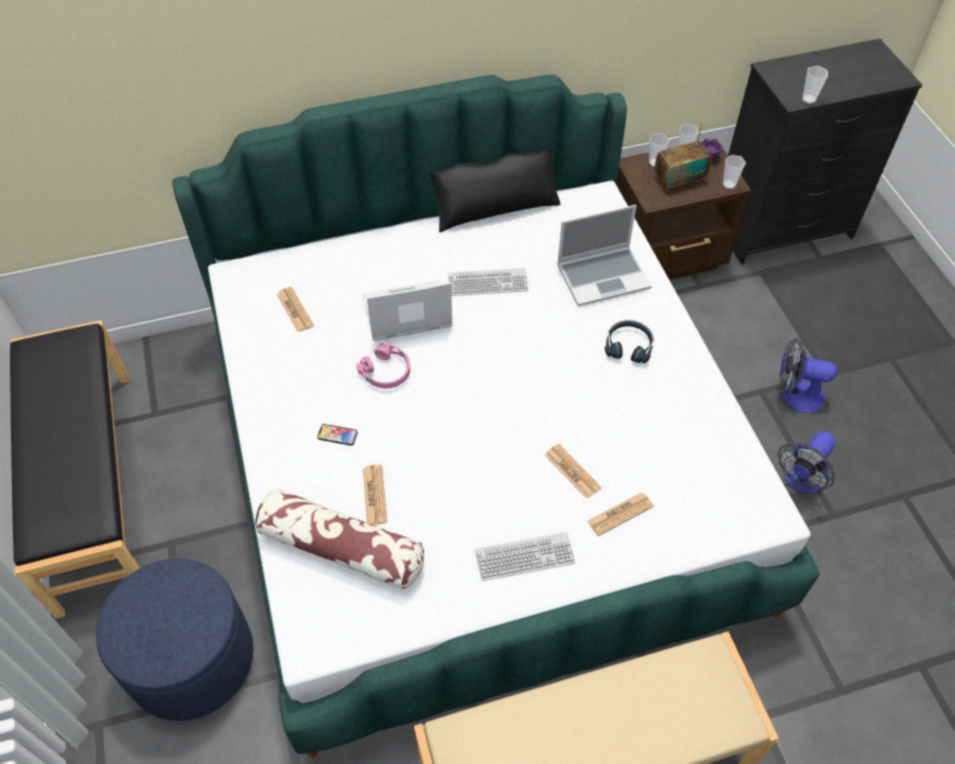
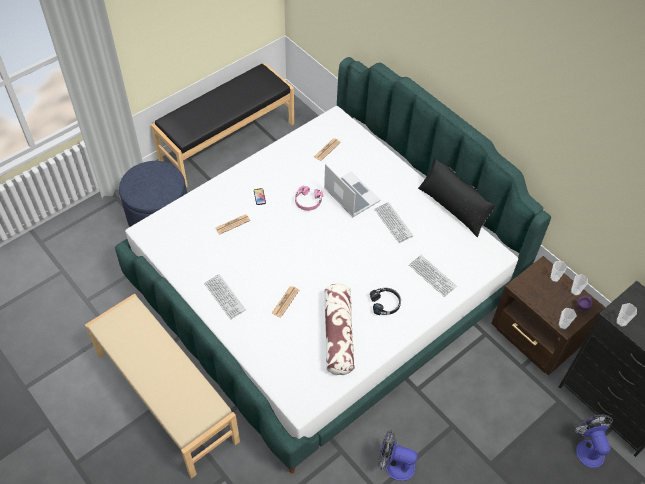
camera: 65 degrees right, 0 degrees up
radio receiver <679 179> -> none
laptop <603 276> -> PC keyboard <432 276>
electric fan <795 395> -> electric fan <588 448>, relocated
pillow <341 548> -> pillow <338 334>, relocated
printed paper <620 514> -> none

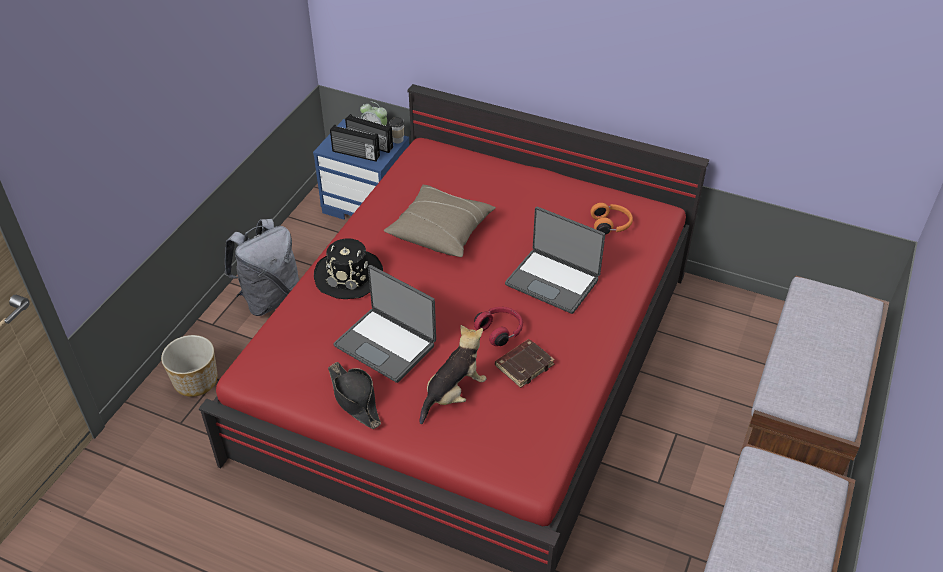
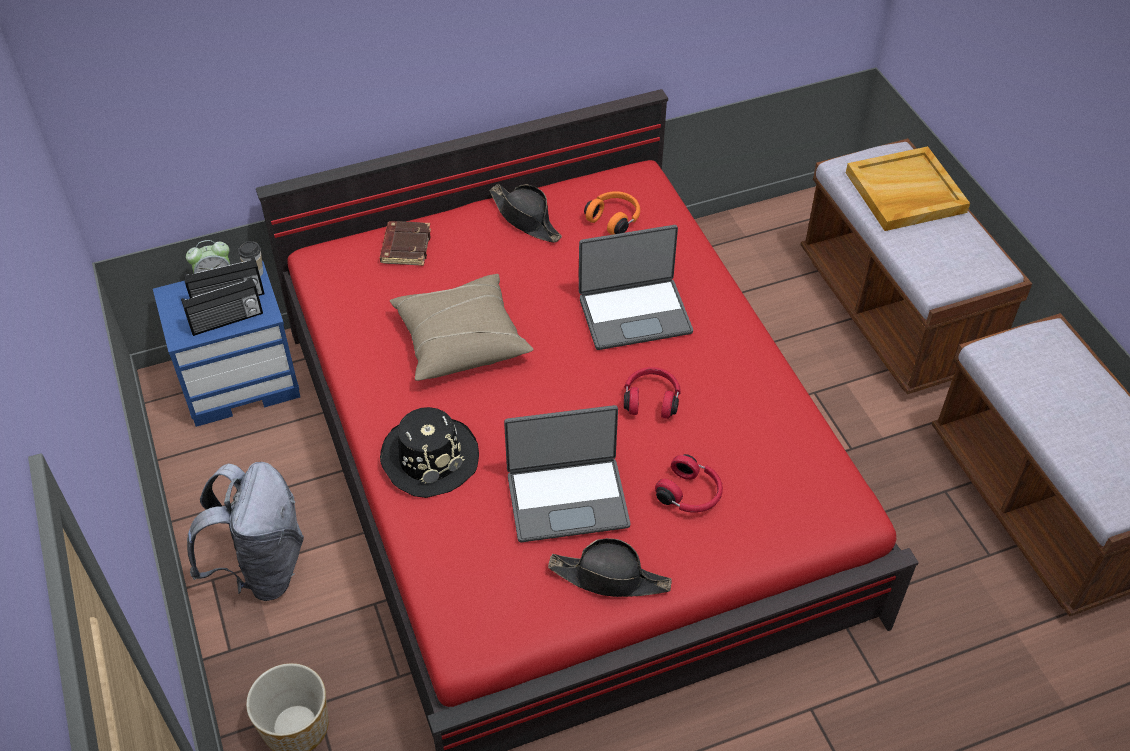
camera: 45 degrees left, 5 degrees up
soft toy <453 393> -> reddish pair of headphones <690 494>
brown-coloured volume <524 365> -> brown-coloured volume <405 246>, relocated
none -> beige-coloured serving tray <905 193>
none -> black-coloured clothing hat <525 219>

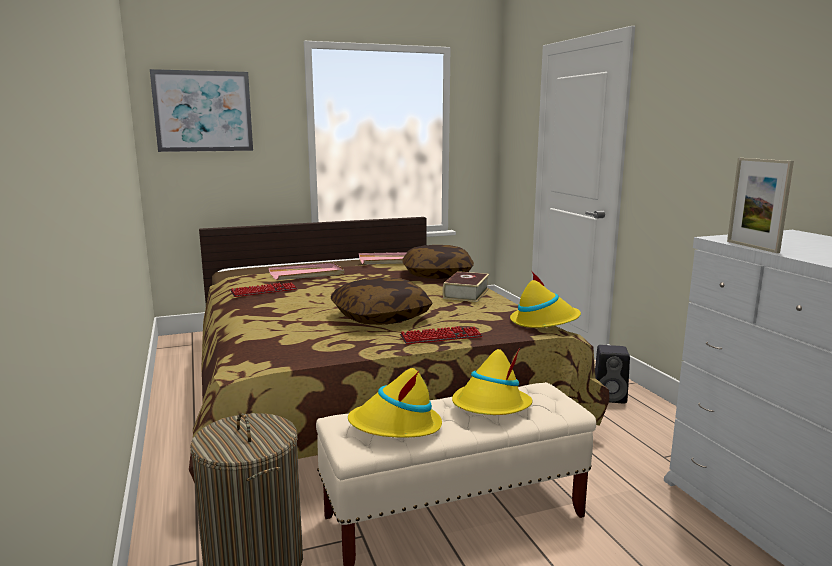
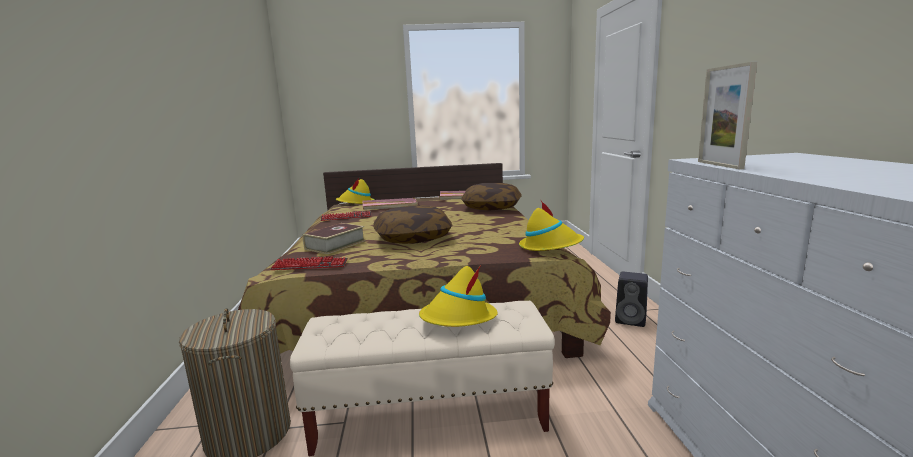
camera: 15 degrees right, 0 degrees up
picture <203 111> -> none
volume <466 293> -> volume <335 245>, relocated
PC keyboard <441 337> -> PC keyboard <310 265>, relocated
yellow clothing hat <395 426> -> yellow clothing hat <356 203>, relocated

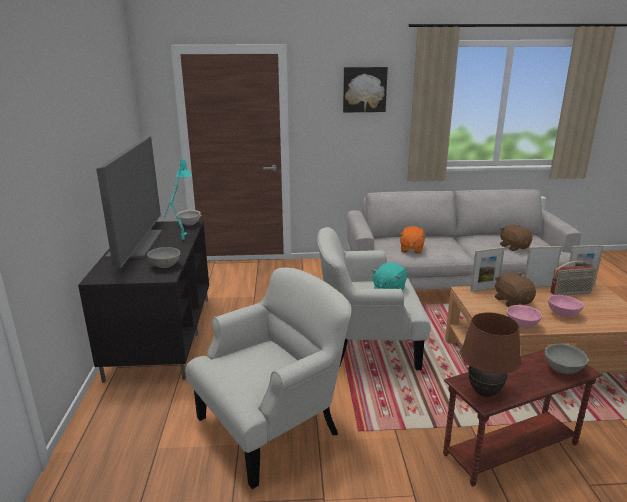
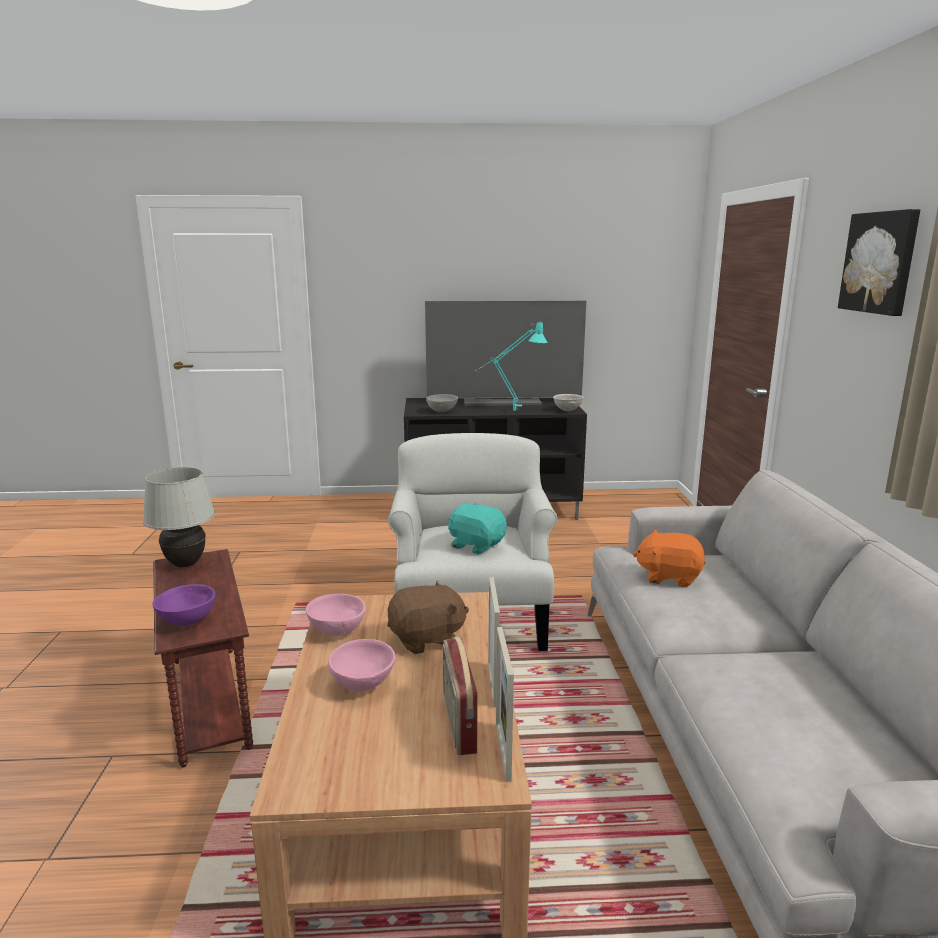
camera: 90 degrees right, 5 degrees down
brown-coloured soft toy <514 247> -> none
picture frame <484 289> -> none
whitish lounge chair <272 425> -> none
brown-coloured table lamp <484 393> -> whitish table lamp <185 564>
gray bowl <563 370> -> purple-coloured bowl <186 621>

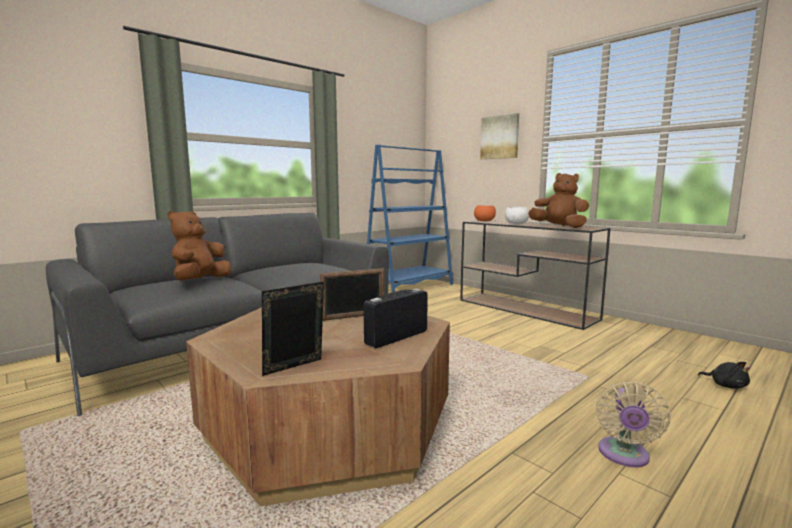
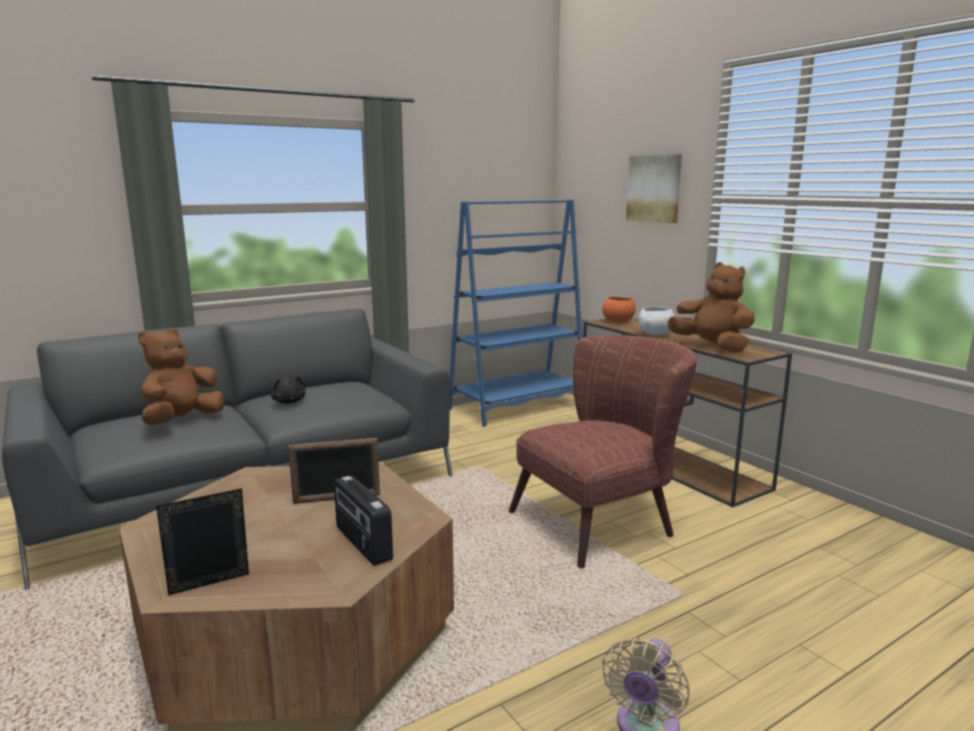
camera: 10 degrees right, 5 degrees up
radio receiver <396 337> -> radio receiver <362 543>, 90 degrees counterclockwise
black-coloured soft toy <726 385> -> black-coloured soft toy <289 402>, relocated
none -> brown-coloured lounge chair <604 521>

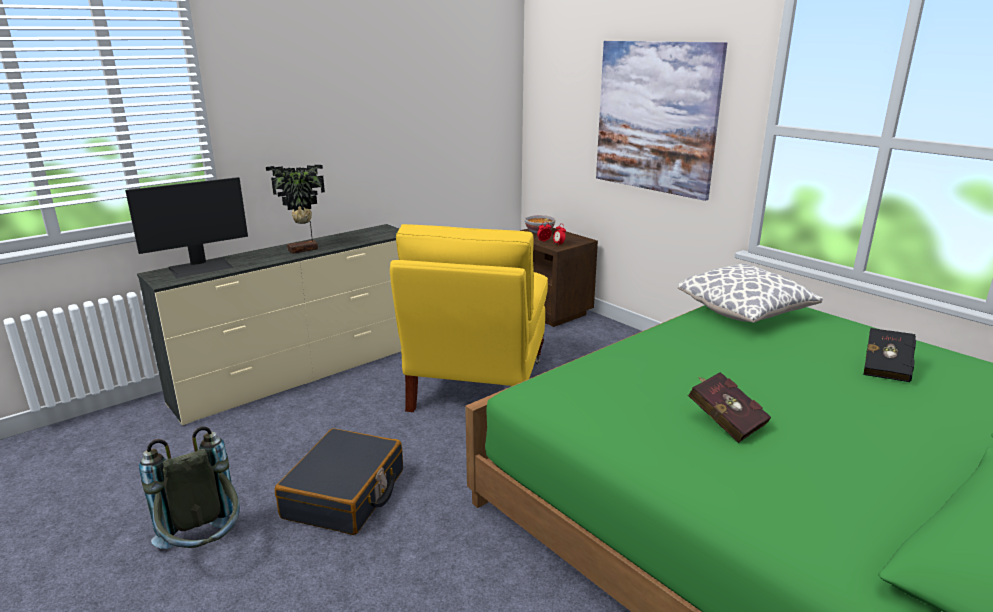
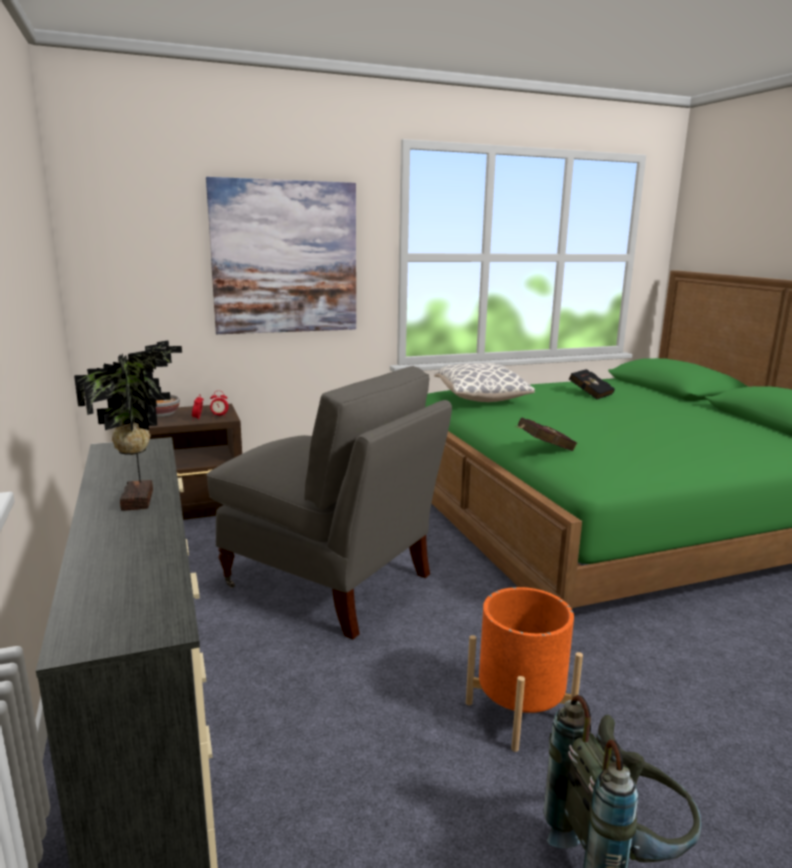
camera: 70 degrees left, 5 degrees down
computer screen <201 267> -> none
yellow lounge chair <477 385> -> gray lounge chair <330 581>
reddish volume <724 421> -> reddish volume <543 448>, relocated
black-coloured travel case <345 494> -> orange-coloured planter <519 712>

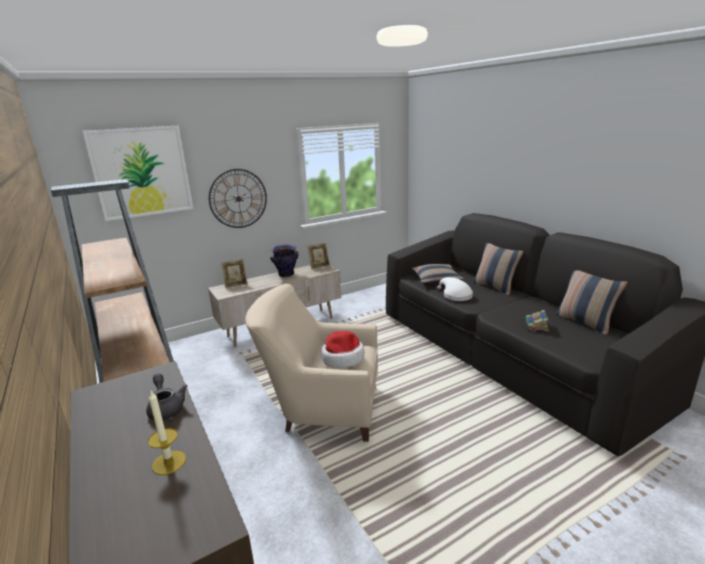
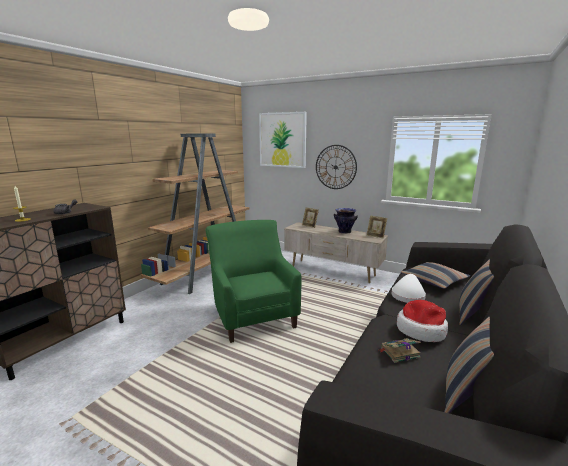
camera: 60 degrees right, 5 degrees down
beige-coloured lounge chair <322 409> -> greenish lounge chair <252 315>
clothing hat <342 358> -> clothing hat <421 330>, relocated

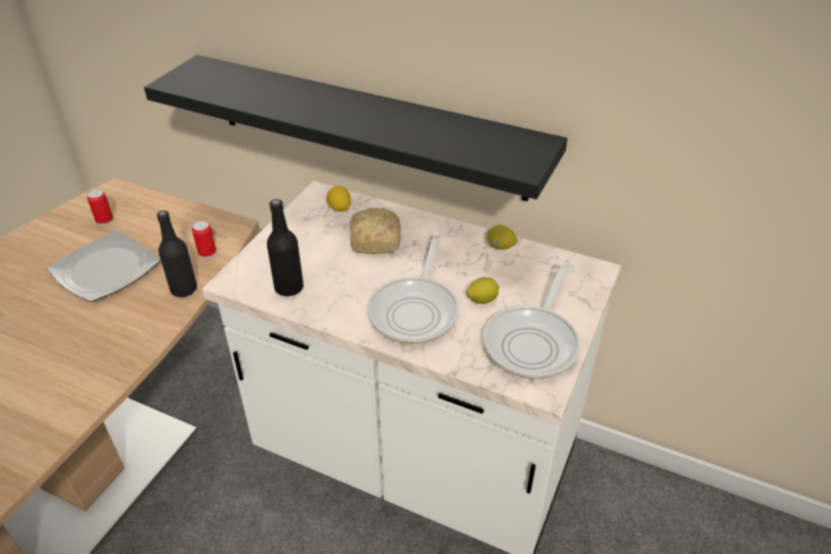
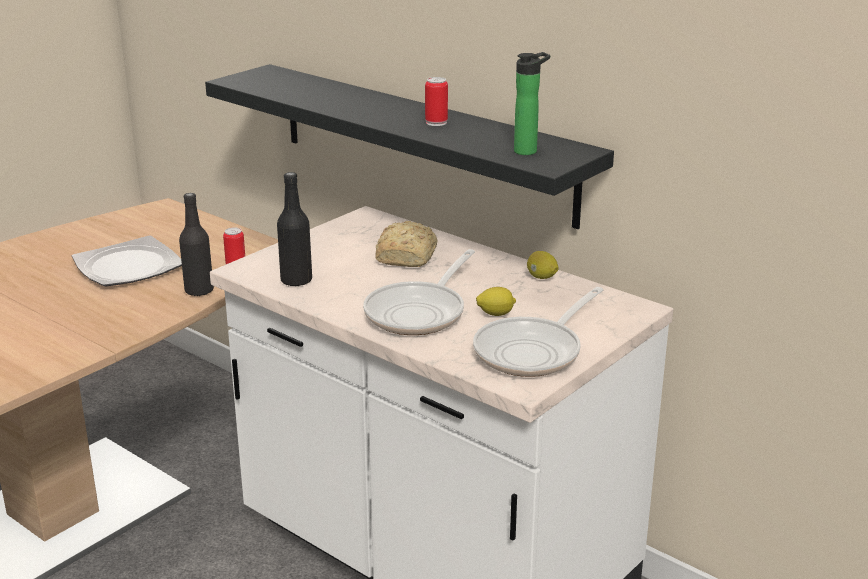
camera: 15 degrees right, 15 degrees down
lemon <339 208> -> none
can <104 220> -> can <436 122>, relocated
none -> drink bottle <528 151>

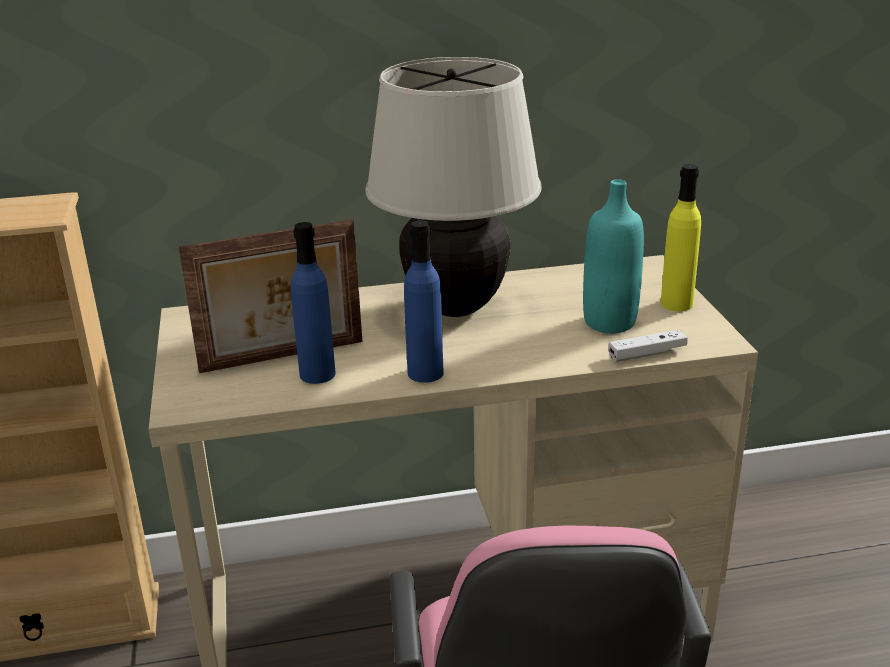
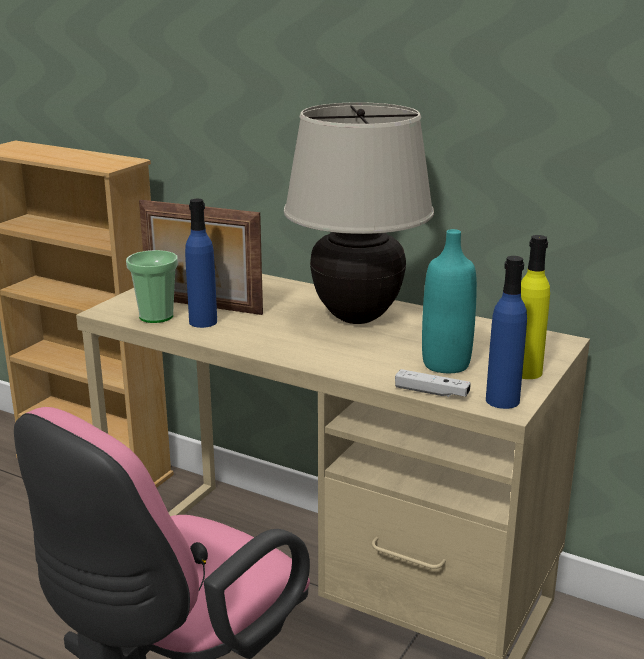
camera: 40 degrees right, 5 degrees down
blue drink bottle <425 373> -> blue drink bottle <502 400>, relocated
none -> drinking cup <156 316>

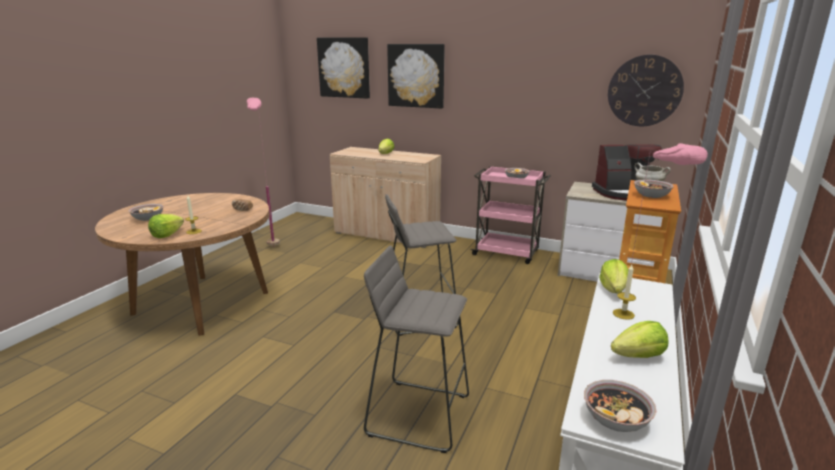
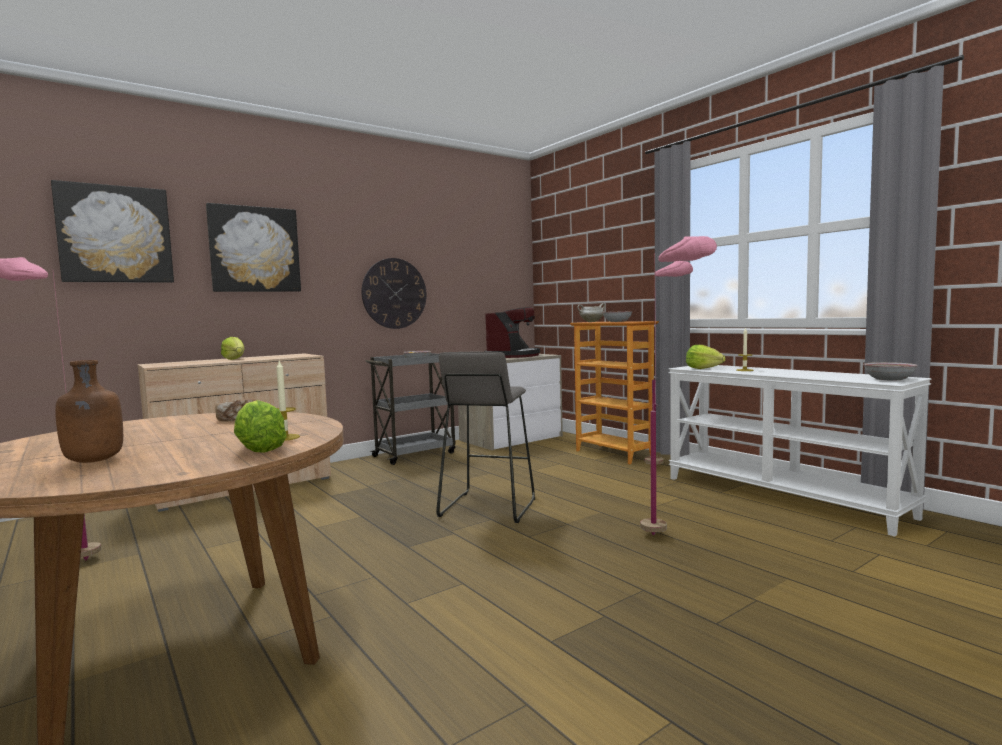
camera: 60 degrees left, 15 degrees down
hanging clock <644 91> -> hanging clock <394 293>, relocated
pinkish wheeled cart <507 253> -> gray wheeled cart <415 454>
bowl <148 218> -> brown-coloured drink bottle <93 461>
gray stool seat <418 414> -> pinkish standing lamp <675 539>
lettuce head <638 356> -> none

